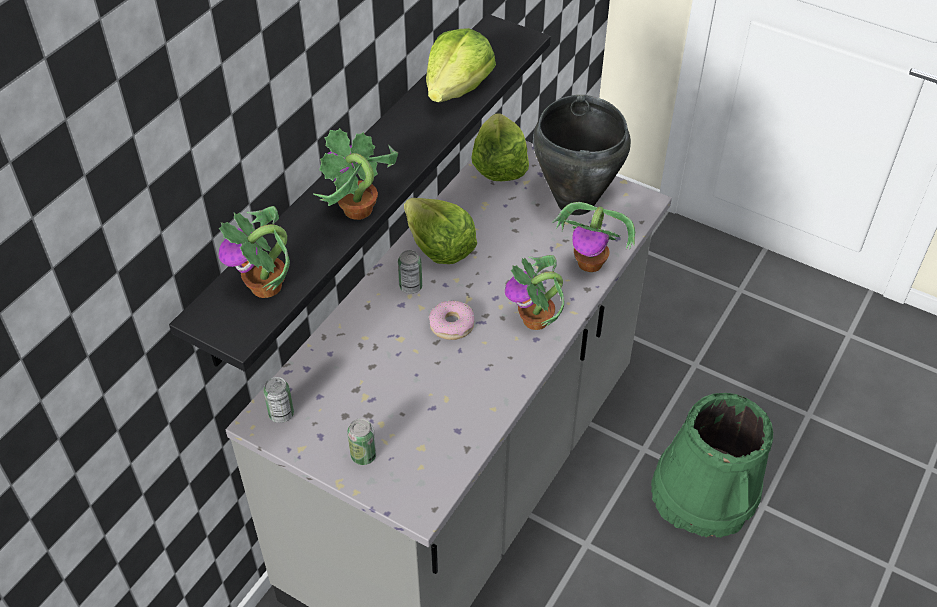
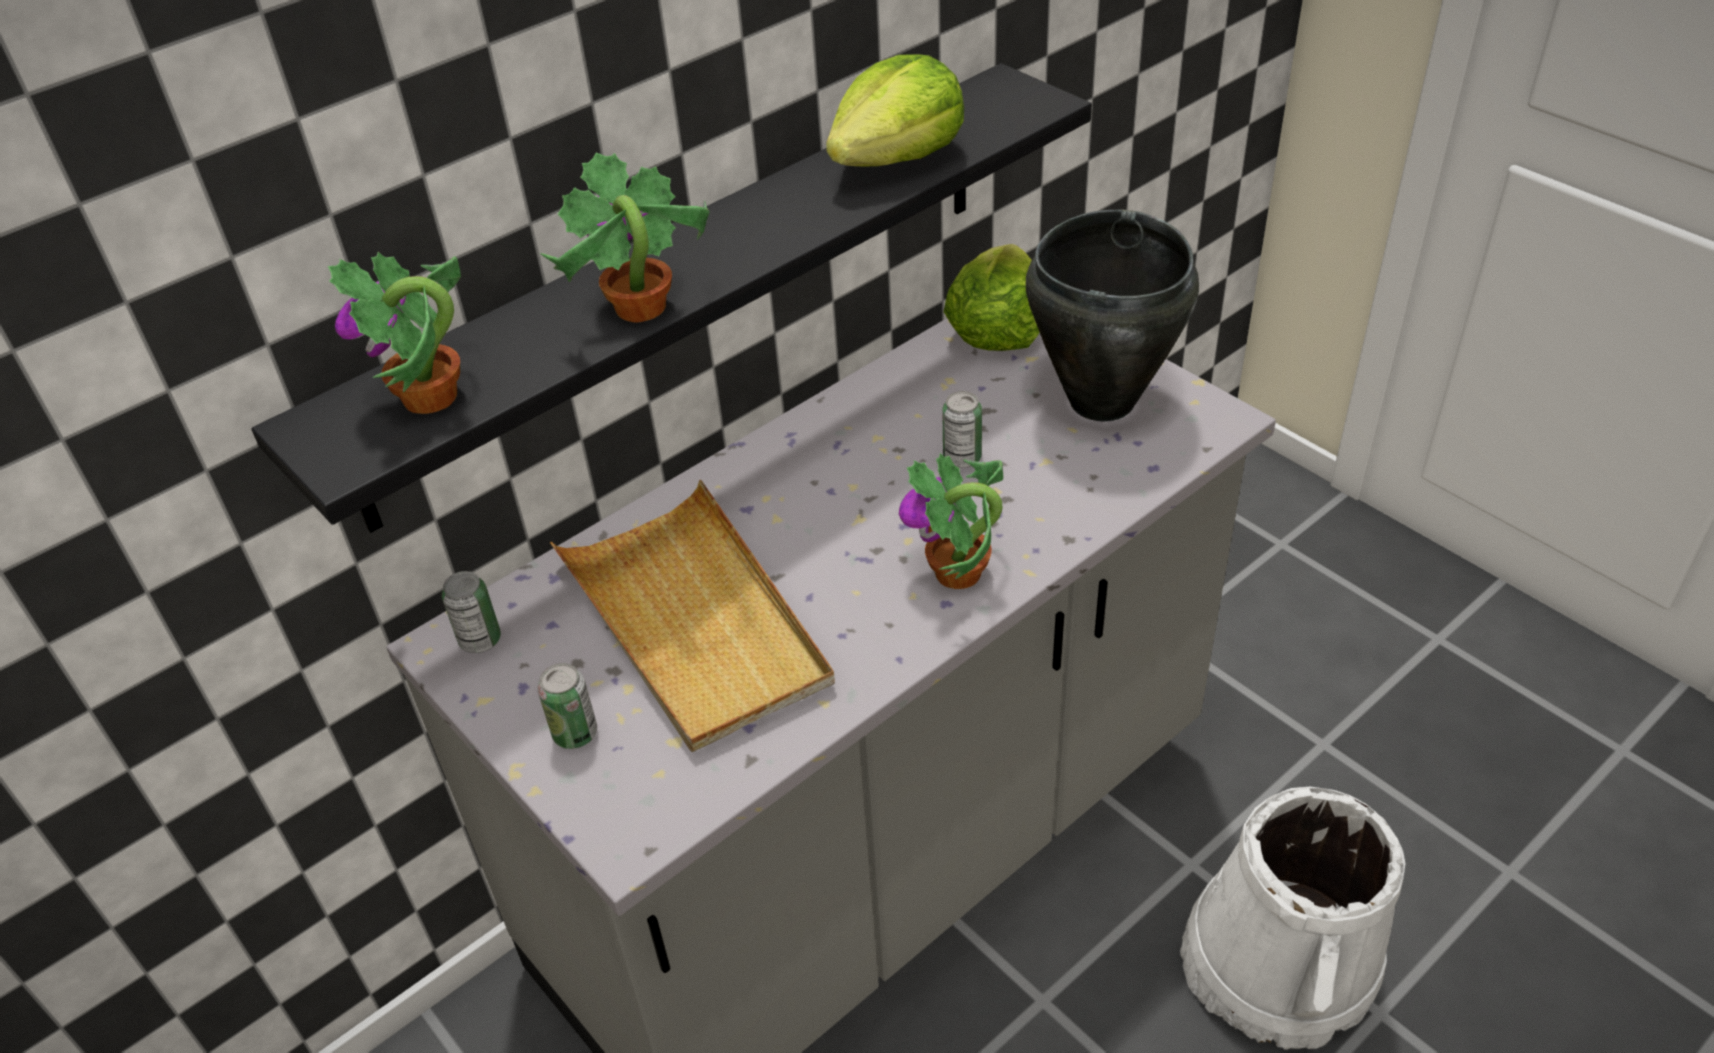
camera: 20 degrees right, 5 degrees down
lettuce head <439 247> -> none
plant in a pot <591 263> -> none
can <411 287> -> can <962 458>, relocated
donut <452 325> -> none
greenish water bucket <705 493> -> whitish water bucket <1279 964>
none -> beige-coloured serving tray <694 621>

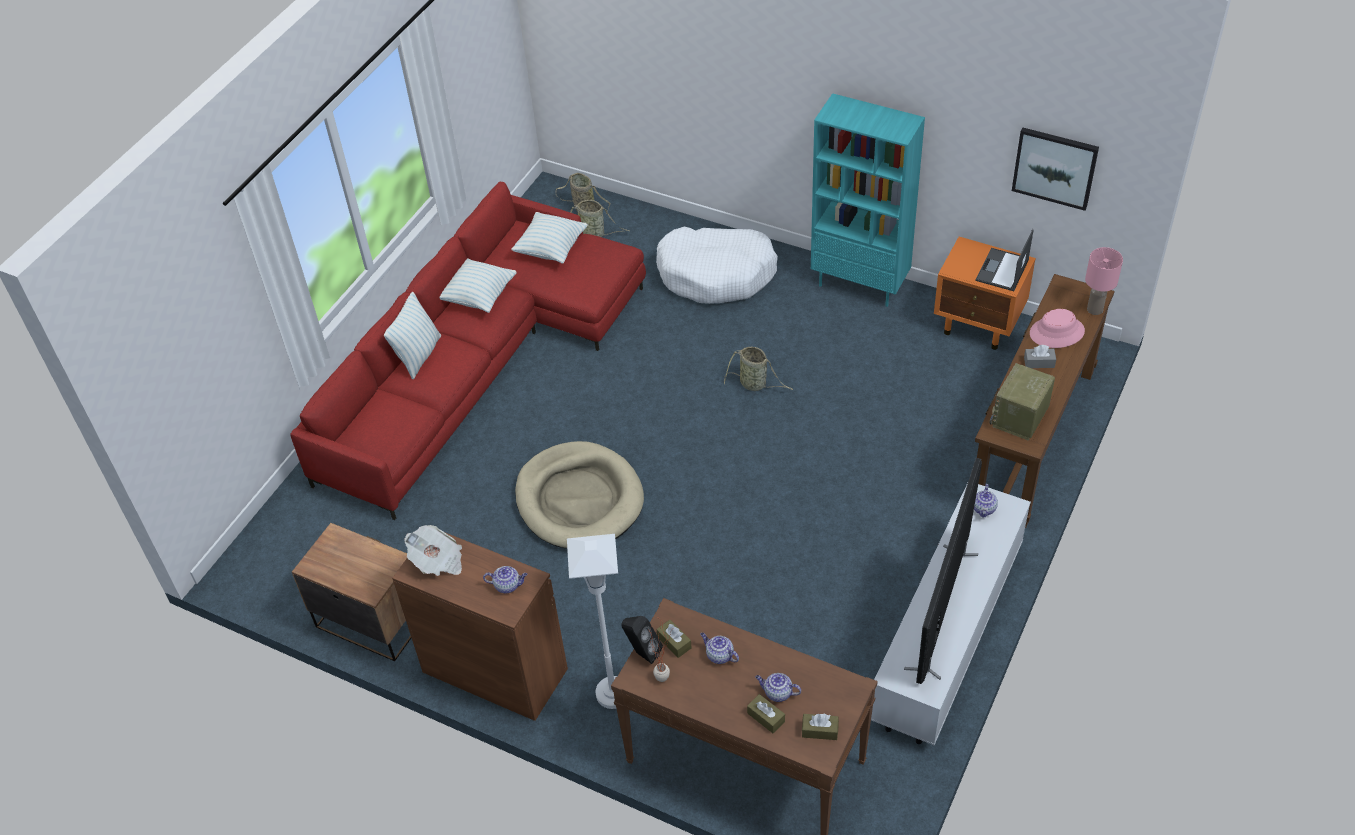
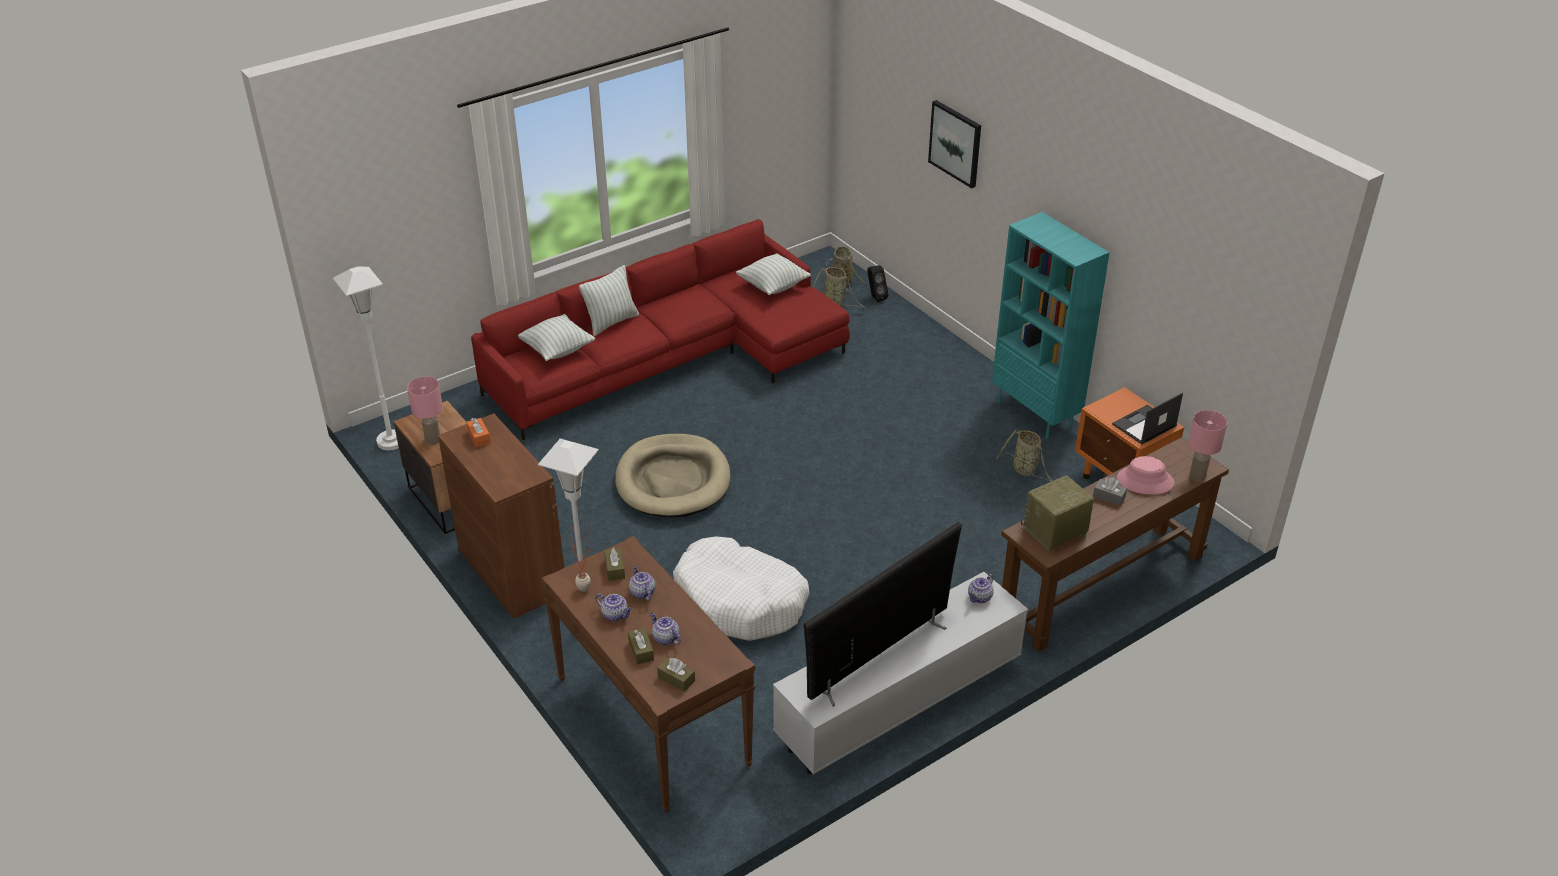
camera: 25 degrees right, 10 degrees down
picture <1055 167> -> picture <955 143>, relocated
whitish pet bed <716 274> -> whitish pet bed <740 601>, relocated
pillow <479 297> -> pillow <557 350>, relocated
basket <755 384> -> basket <1026 471>, relocated
printed paper <437 561> -> orange-coloured tissue holder <479 437>
teapot <508 585> -> teapot <615 615>, relocated
black-coloured speaker <642 653> -> black-coloured speaker <875 297>, relocated
none -> whitish standing lamp <391 441>
none -> pinkish table lamp <432 440>

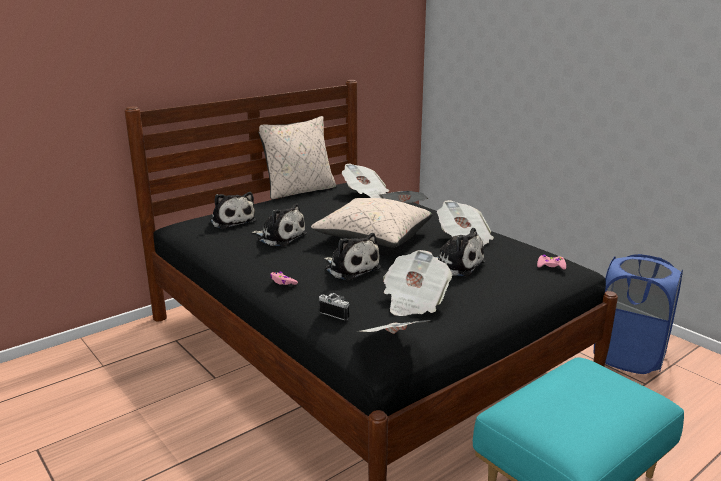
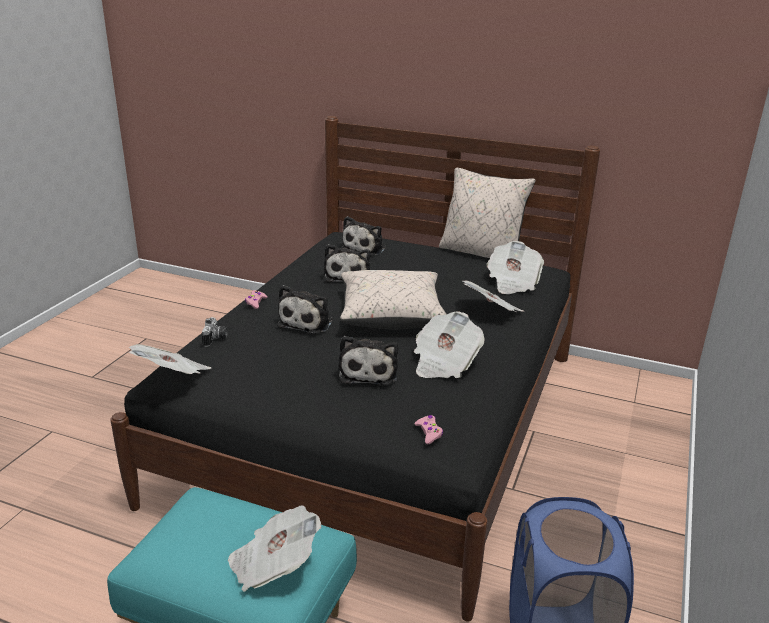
camera: 60 degrees right, 5 degrees up
printed paper <414 301> -> printed paper <273 565>, relocated

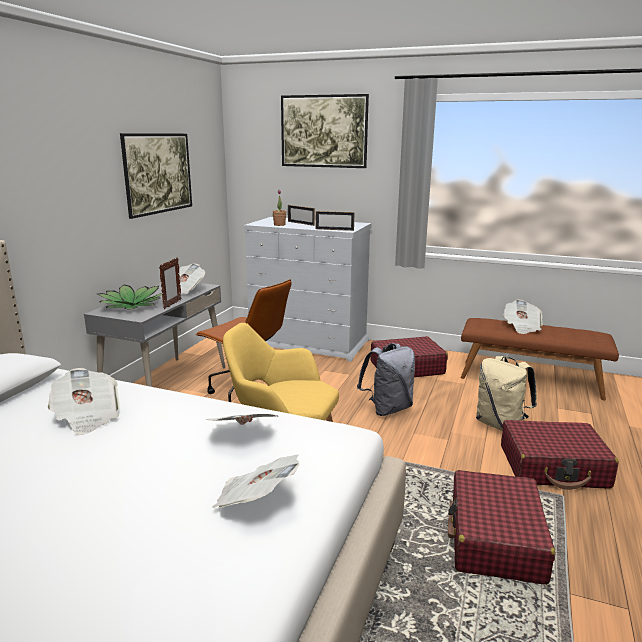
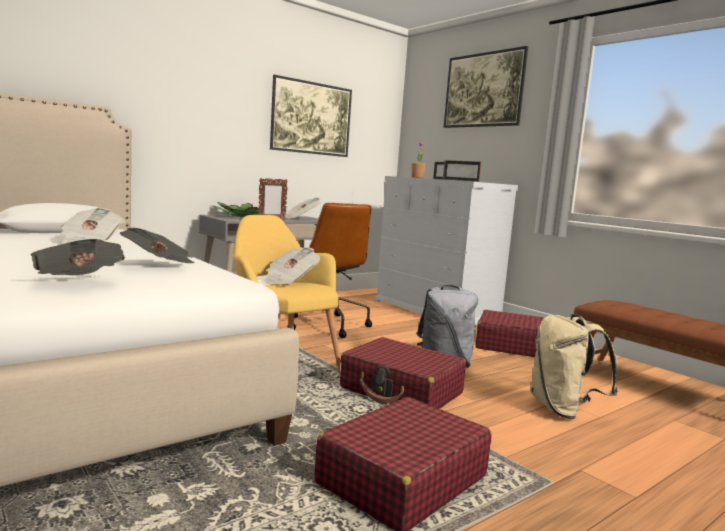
camera: 30 degrees right, 10 degrees down
printed paper <521 327> -> printed paper <288 281>, relocated
reddish travel case <553 467> -> reddish travel case <401 391>, relocated

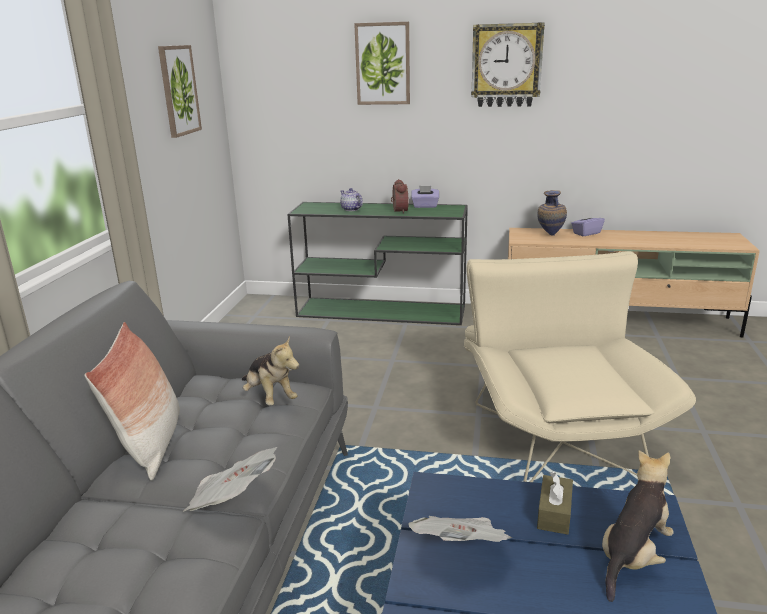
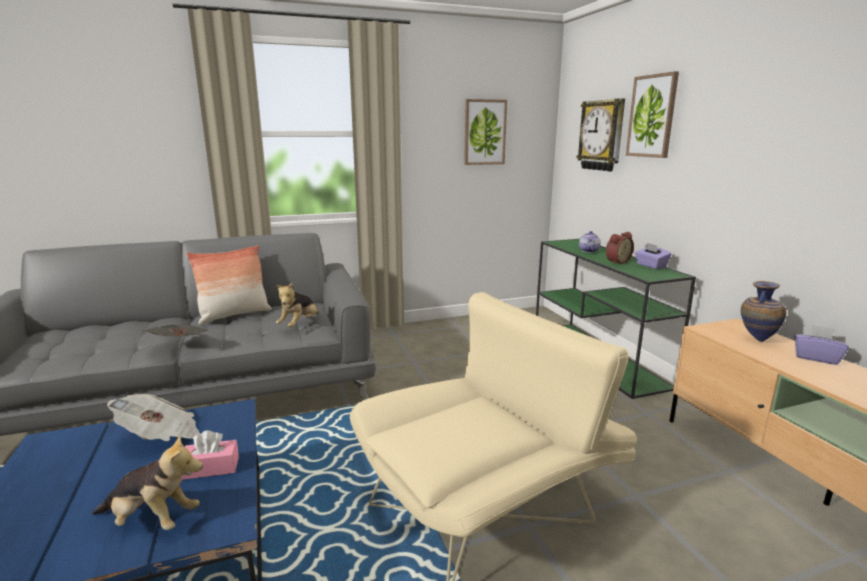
camera: 60 degrees right, 5 degrees down
hanging clock <506 65> -> hanging clock <602 135>, relocated
brown-coloured tissue holder <554 513> -> pinkish tissue holder <211 468>

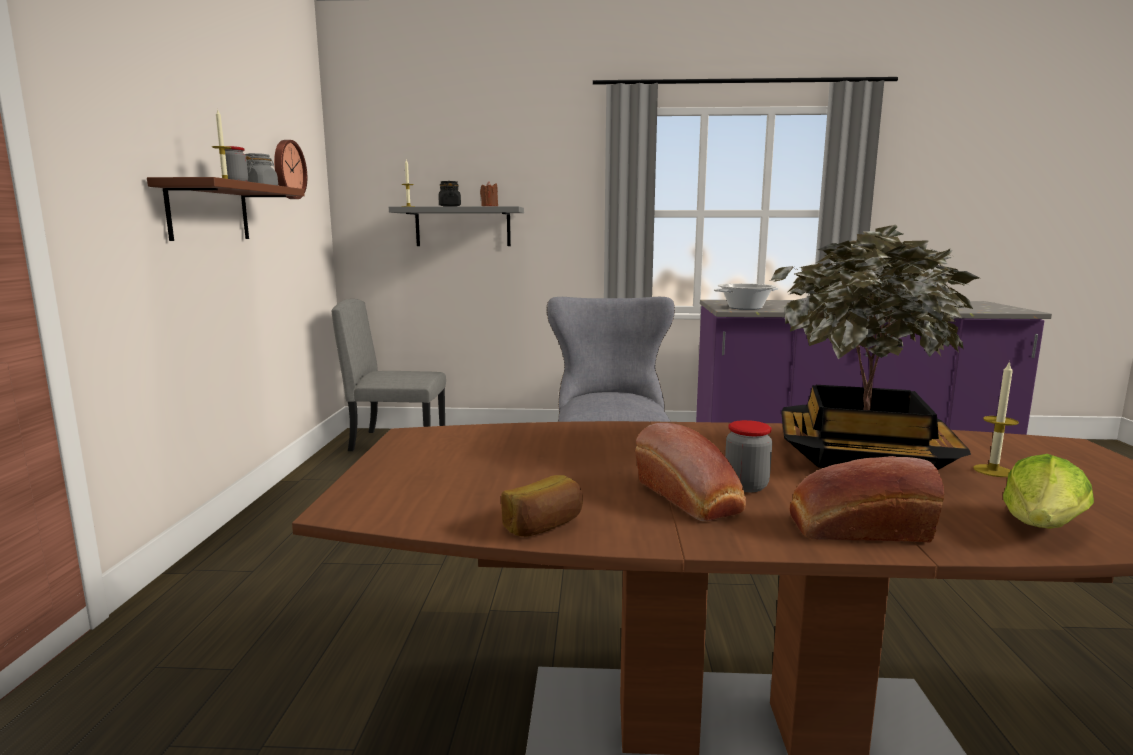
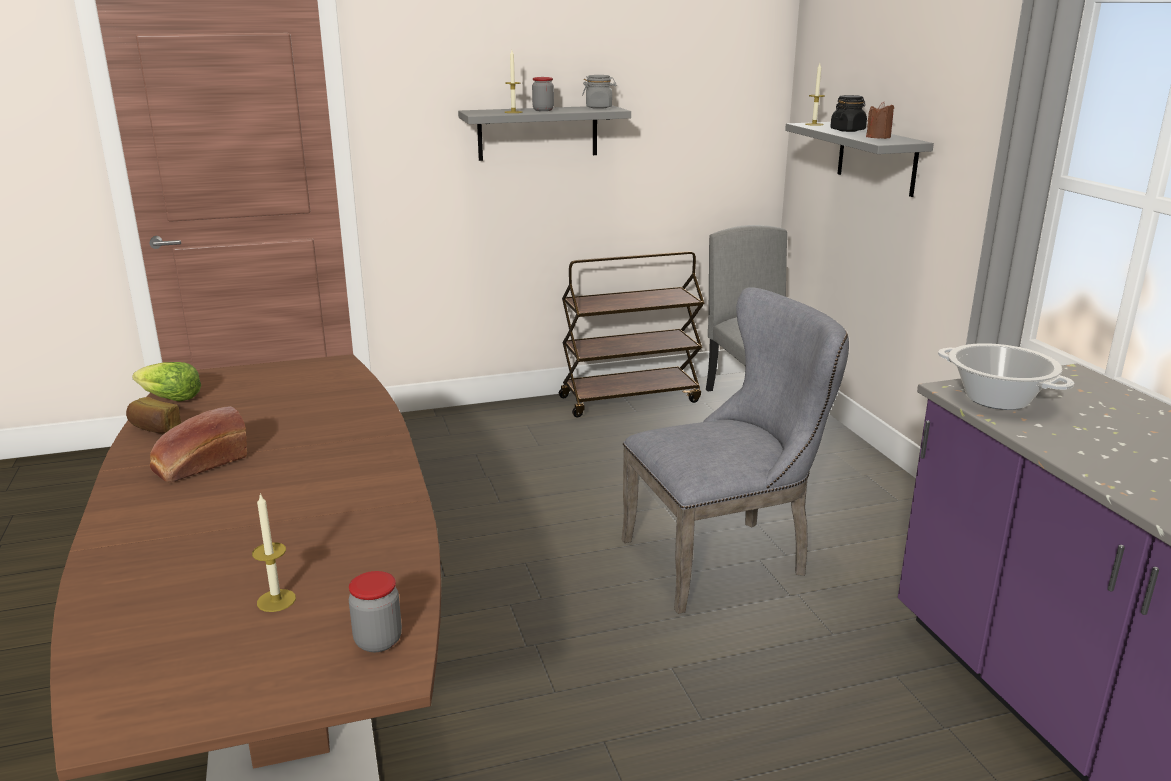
camera: 70 degrees right, 10 degrees up
hanging clock <287 169> -> none
brown-coloured shelf <209 212> -> gray shelf <538 133>
plant in a pot <862 456> -> none
preserve jar <746 486> -> preserve jar <378 641>, relocated
lettuce head <1042 527> -> lettuce head <169 399>, relocated
baked bread <856 529> -> none
none -> brown-coloured wheeled cart <630 399>

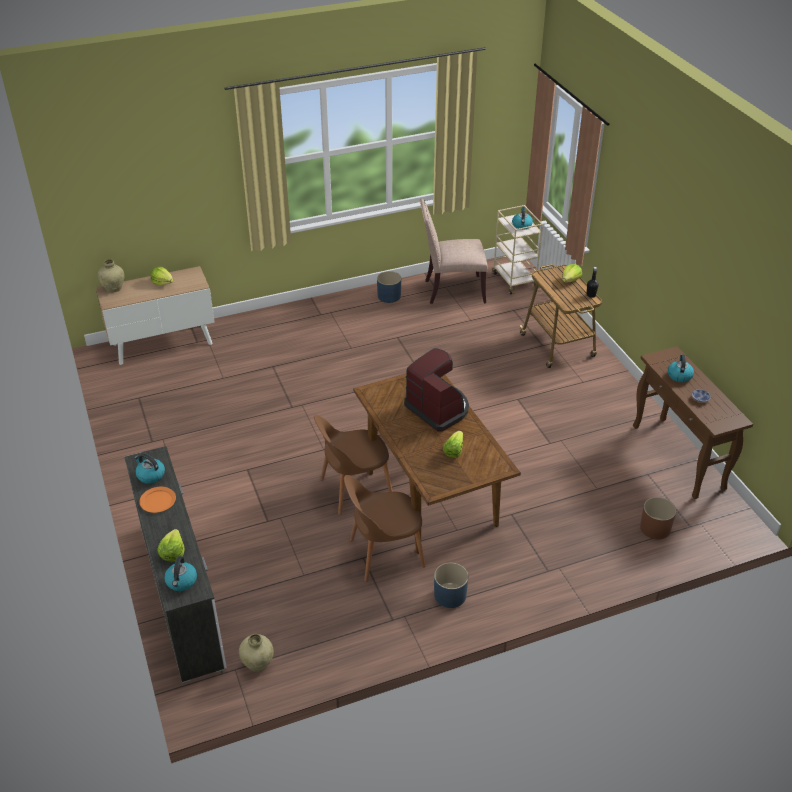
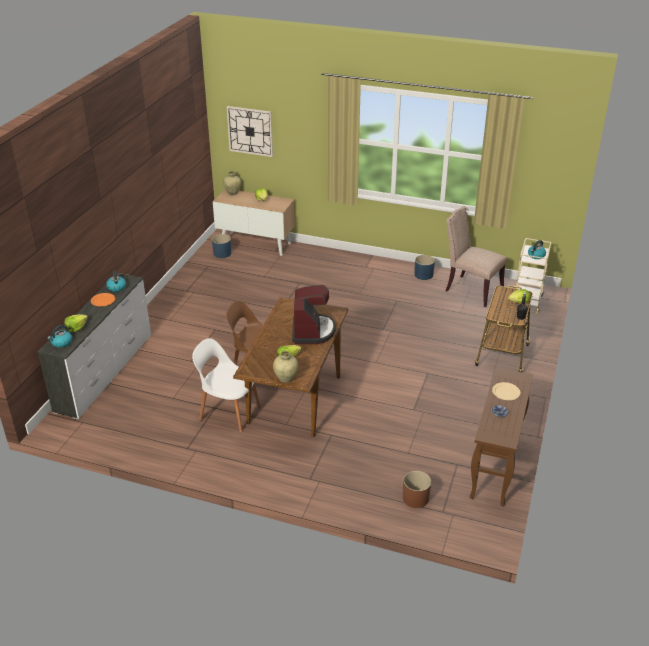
camera: 40 degrees right, 5 degrees down
water kettle <679 375> -> beige-coloured plate <505 392>
brown-coloured chair <384 553> -> whitish chair <228 412>
blue planter <450 595> -> blue planter <222 253>, relocated
beige-coloured vase <258 664> -> beige-coloured vase <286 378>, relocated
none -> hanging clock <250 131>

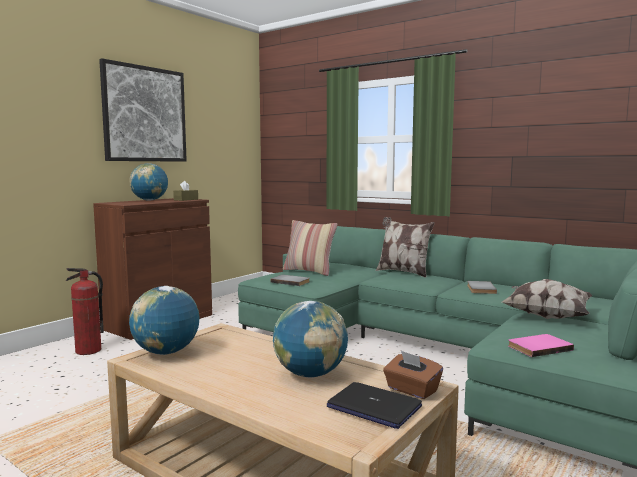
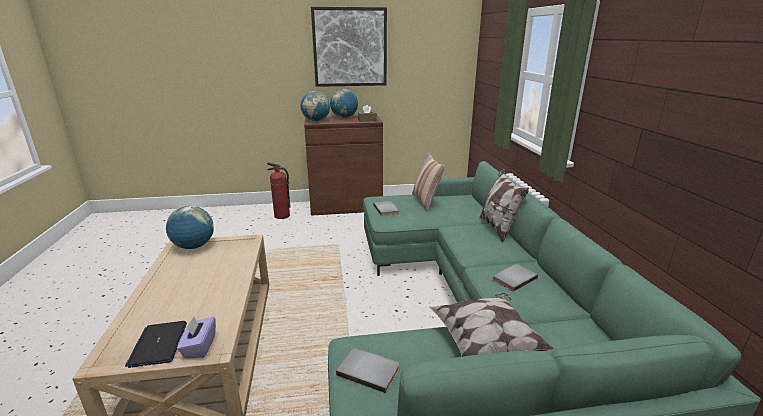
camera: 45 degrees right, 15 degrees up
world globe <310 374> -> world globe <316 121>, relocated
pinkish volume <538 347> -> gray volume <369 370>
brown-coloured tissue holder <411 390> -> purple-coloured tissue holder <199 347>

